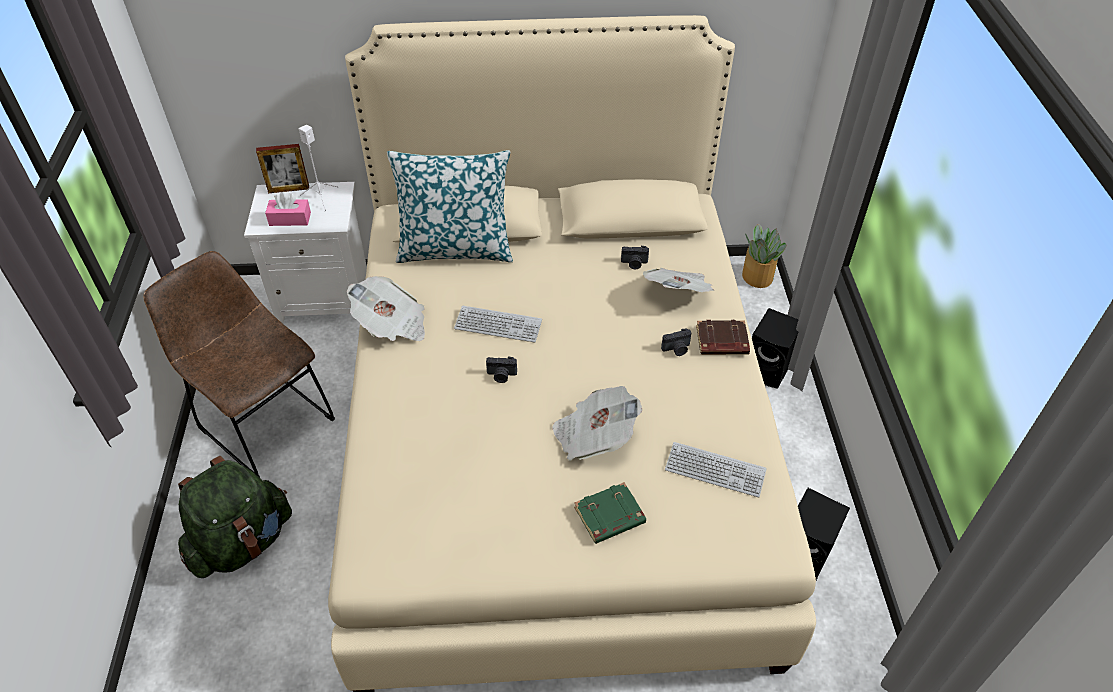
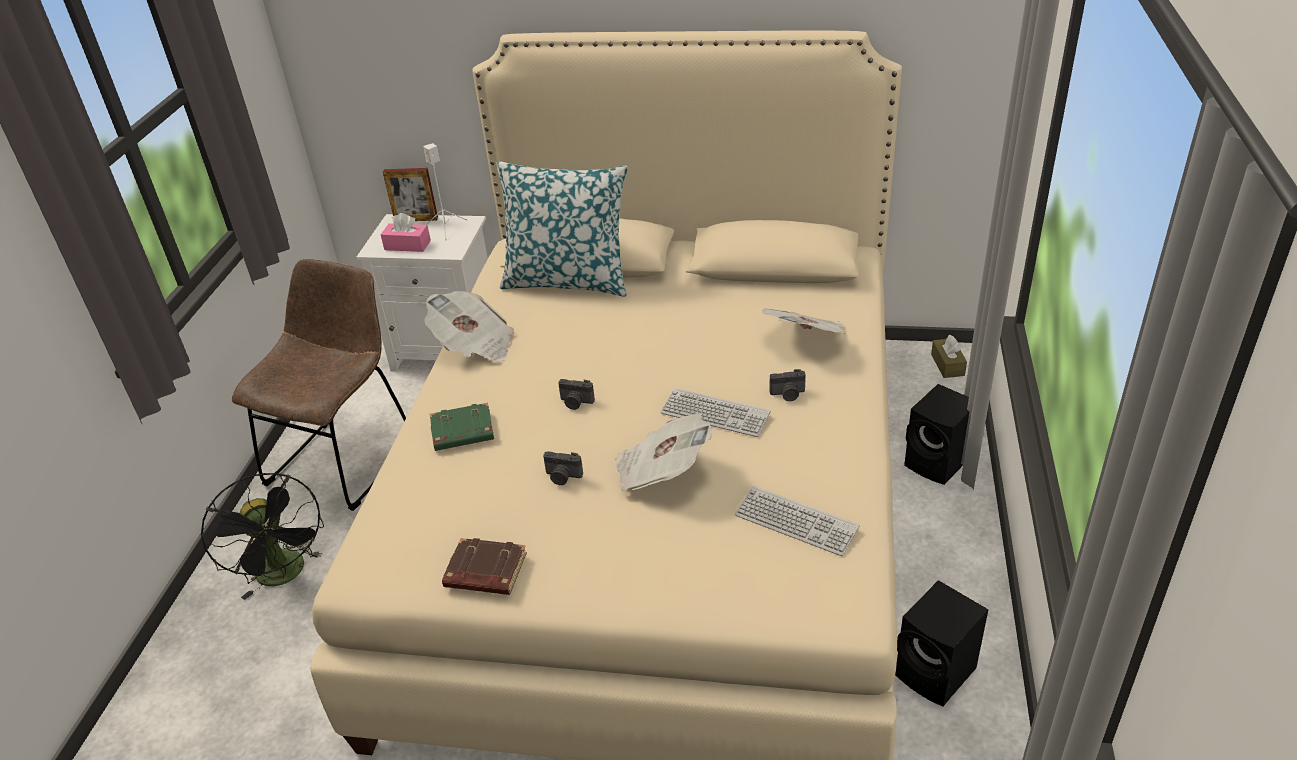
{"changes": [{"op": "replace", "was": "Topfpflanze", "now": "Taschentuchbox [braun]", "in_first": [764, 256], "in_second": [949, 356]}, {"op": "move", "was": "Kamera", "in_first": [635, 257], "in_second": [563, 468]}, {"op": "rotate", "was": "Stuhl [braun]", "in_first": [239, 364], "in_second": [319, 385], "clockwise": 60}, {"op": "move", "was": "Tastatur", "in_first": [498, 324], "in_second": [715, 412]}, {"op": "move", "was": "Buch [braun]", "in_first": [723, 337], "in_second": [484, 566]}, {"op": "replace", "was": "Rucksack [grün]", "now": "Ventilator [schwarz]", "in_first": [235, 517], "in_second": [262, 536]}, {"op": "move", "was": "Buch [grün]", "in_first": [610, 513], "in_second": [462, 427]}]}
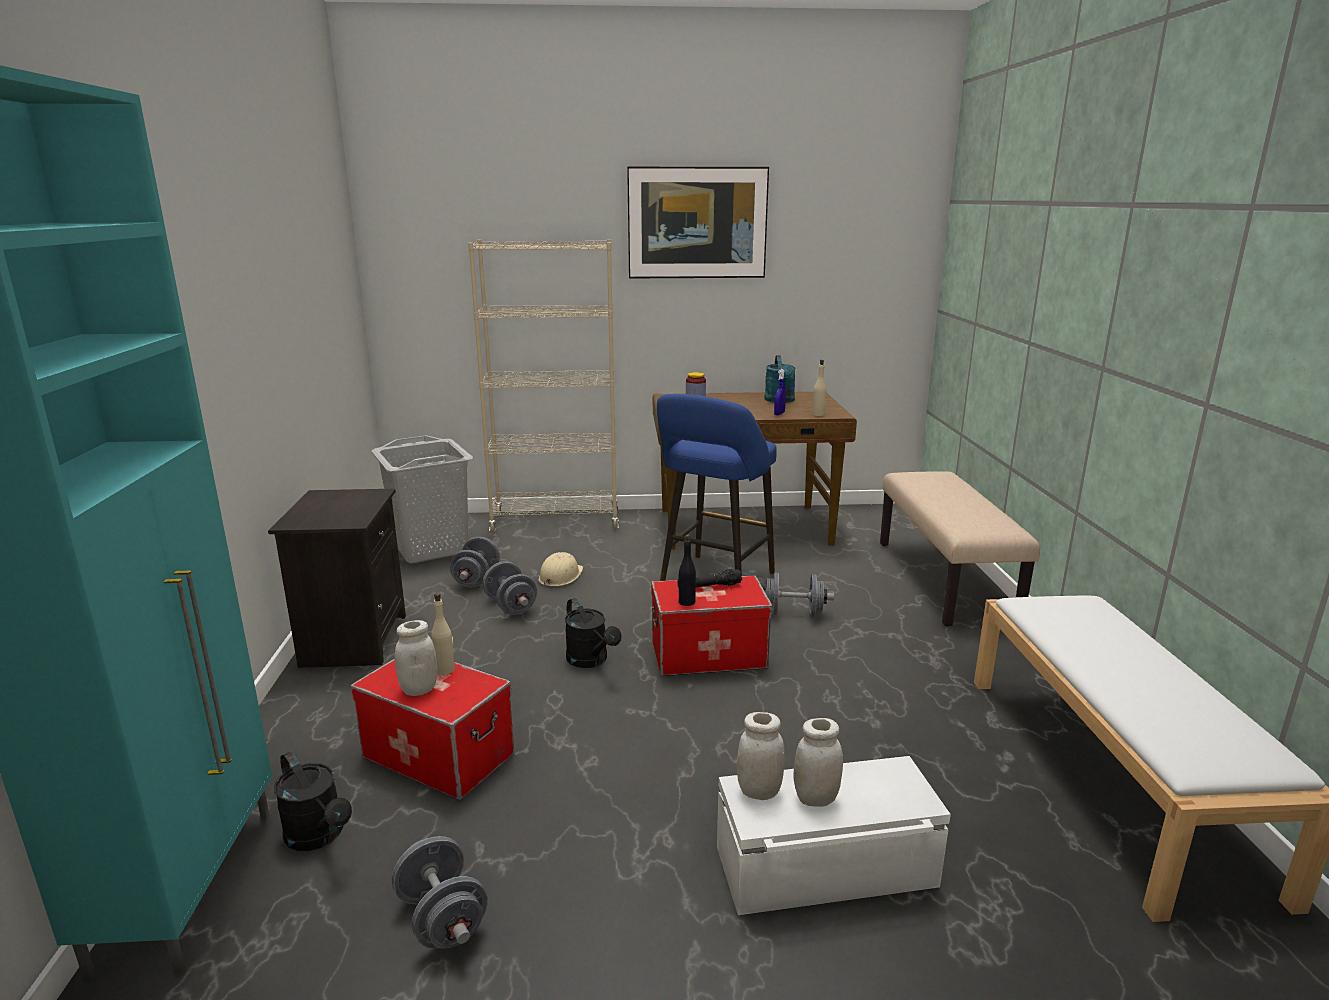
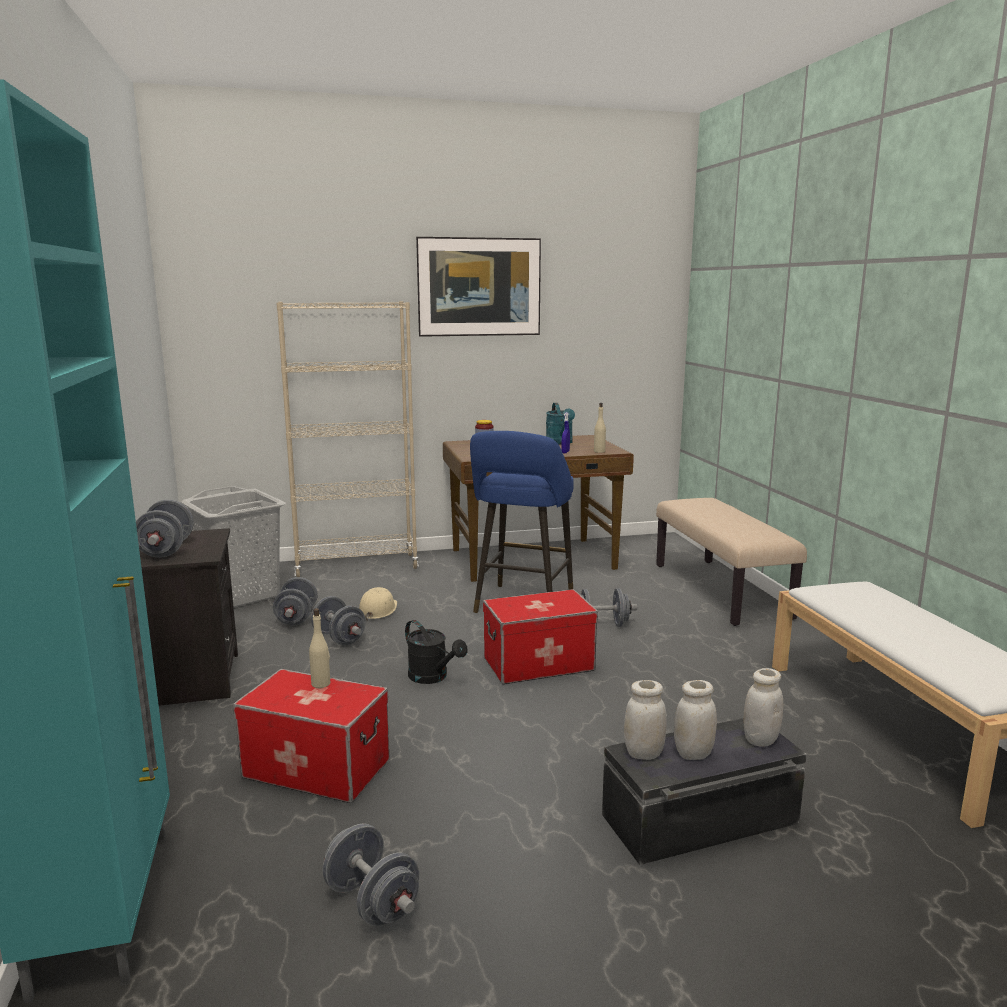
{"changes": [{"op": "delete", "was": "Flasche [schwarz]", "in_first": [687, 570]}, {"op": "delete", "was": "Taschenlampe [schwarz]", "in_first": [709, 579]}, {"op": "move", "was": "Vorratsglas [weiß]", "in_first": [416, 658], "in_second": [763, 707]}, {"op": "delete", "was": "Gießkanne [schwarz]", "in_first": [313, 801]}, {"op": "recolor", "was": "Aufbewahrungsbox [weiß]", "now": "Aufbewahrungsbox [schwarz]", "in_first": [834, 835], "in_second": [704, 791]}, {"op": "insert", "now": "Hantel [grau]", "in_second": [164, 529]}]}
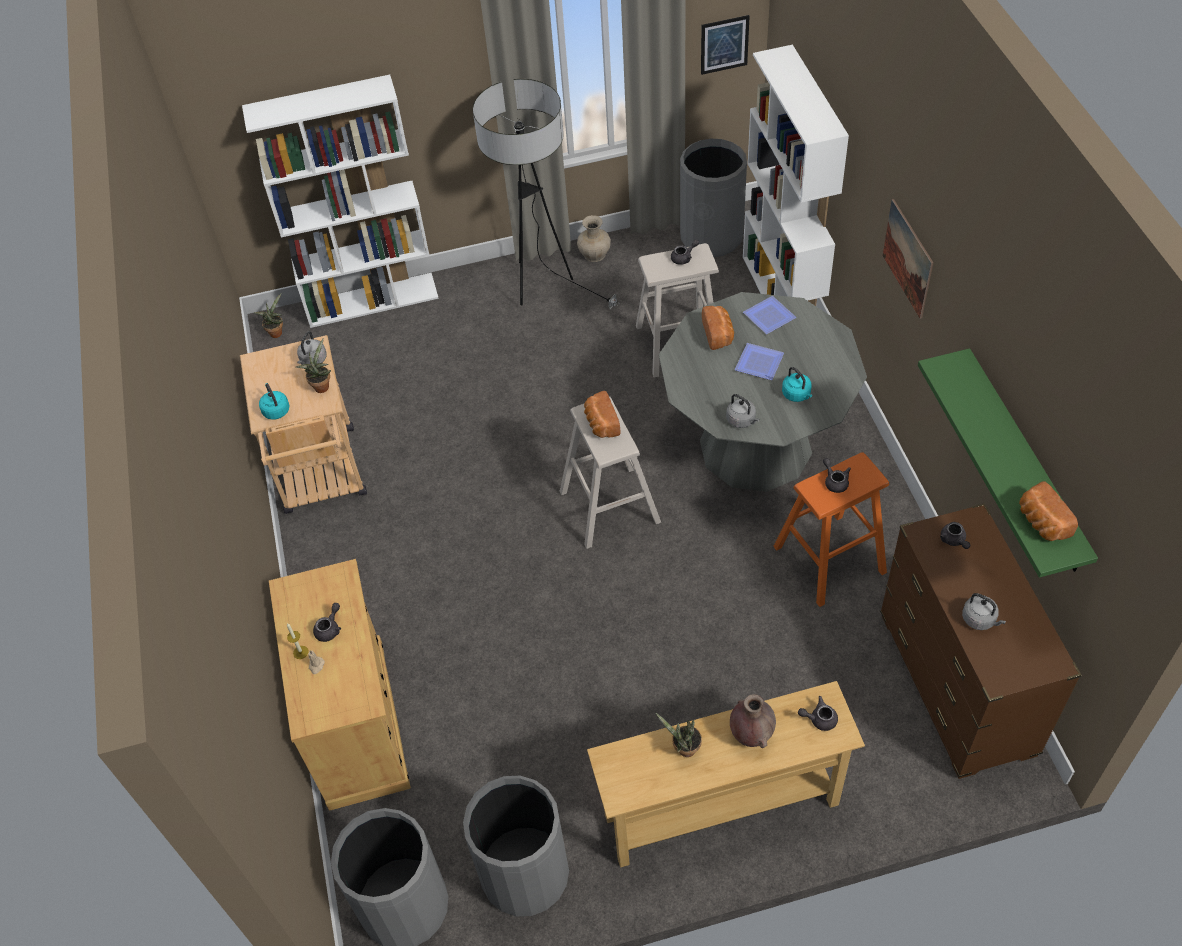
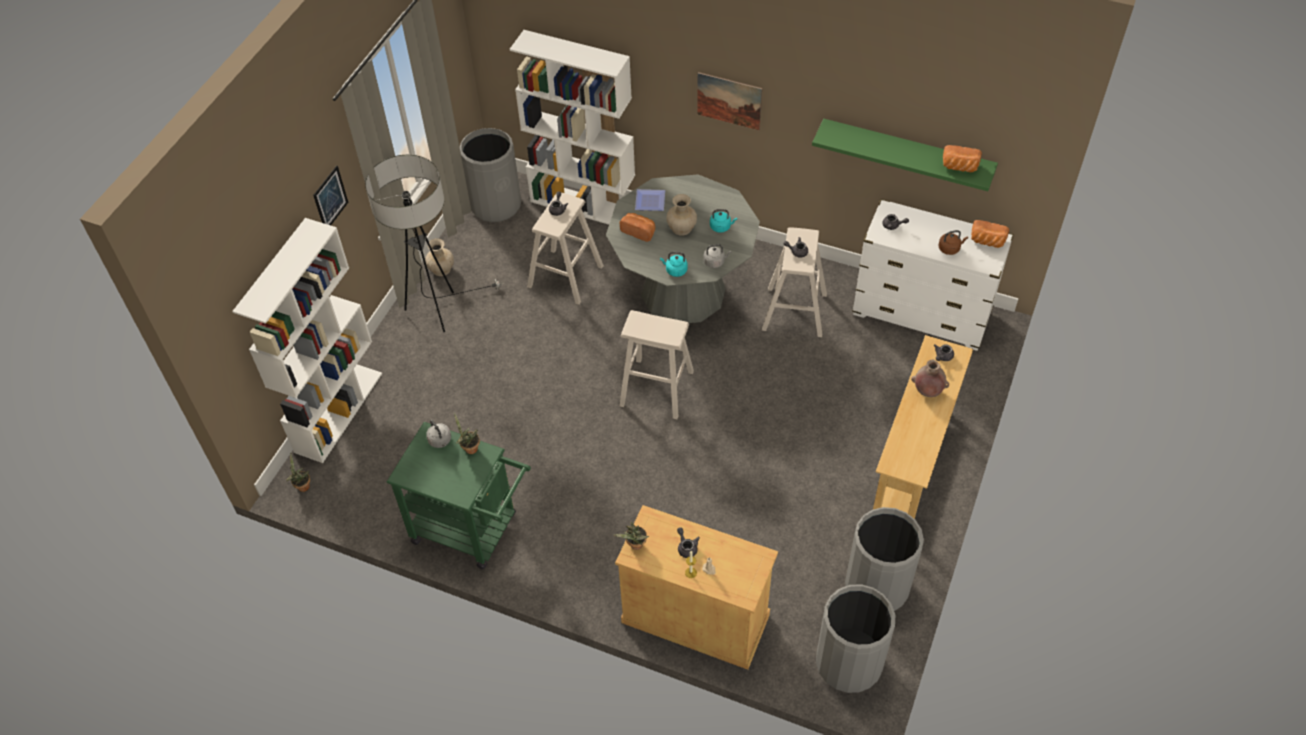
{"changes": [{"op": "move", "was": "Bild", "in_first": [725, 45], "in_second": [330, 195]}, {"op": "recolor", "was": "Rollwagen [beige]", "now": "Rollwagen [grün]", "in_first": [303, 424], "in_second": [459, 495]}, {"op": "replace", "was": "Teller", "now": "Vase [beige]", "in_first": [759, 361], "in_second": [681, 215]}, {"op": "move", "was": "Wasserkessel [türkis]", "in_first": [274, 401], "in_second": [673, 264]}, {"op": "move", "was": "Brot", "in_first": [602, 414], "in_second": [990, 234]}, {"op": "recolor", "was": "Hocker [orange]", "now": "Hocker [beige]", "in_first": [831, 529], "in_second": [794, 282]}, {"op": "recolor", "was": "Kommode [braun]", "now": "Kommode [weiß]", "in_first": [981, 641], "in_second": [933, 275]}, {"op": "recolor", "was": "Wasserkessel [grau]", "now": "Wasserkessel [braun]", "in_first": [984, 611], "in_second": [953, 242]}, {"op": "move", "was": "Topfpflanze", "in_first": [678, 735], "in_second": [631, 536]}]}
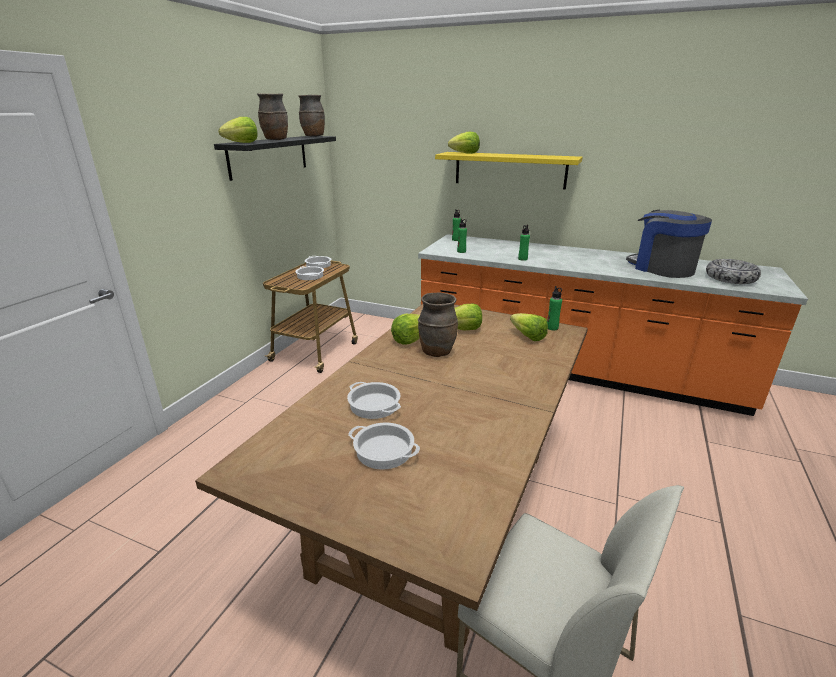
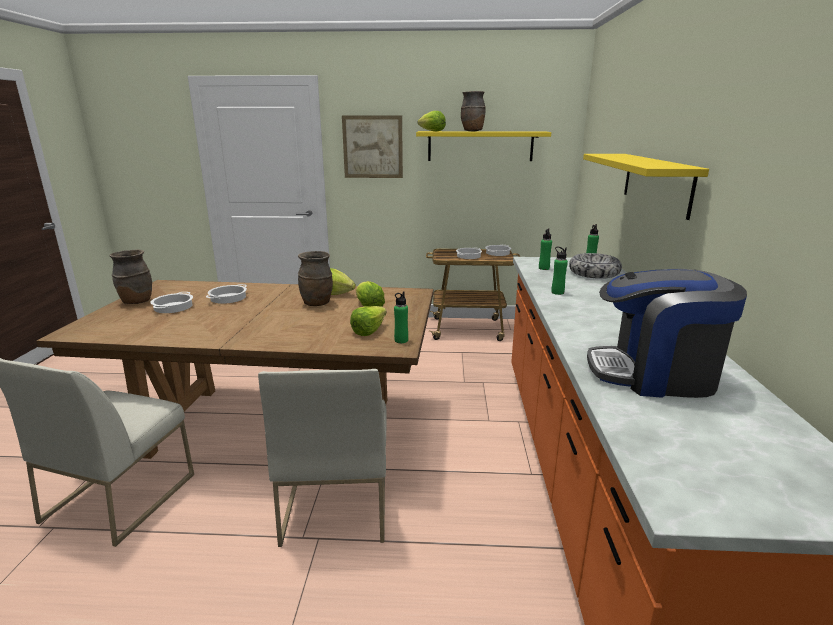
{"changes": [{"op": "move", "was": "Vase [braun]", "in_first": [311, 116], "in_second": [131, 277]}, {"op": "delete", "was": "Salatkopf", "in_first": [464, 143]}, {"op": "recolor", "was": "Wandregal [schwarz]", "now": "Wandregal [gelb]", "in_first": [275, 158], "in_second": [483, 146]}, {"op": "rotate", "was": "Kaffeemaschine", "in_first": [669, 244], "in_second": [667, 333], "clockwise": -120}, {"op": "move", "was": "Schüssel", "in_first": [733, 271], "in_second": [595, 266]}, {"op": "insert", "now": "Bild", "in_second": [372, 146]}, {"op": "insert", "now": "Stuhl [weiß]", "in_second": [322, 458]}]}
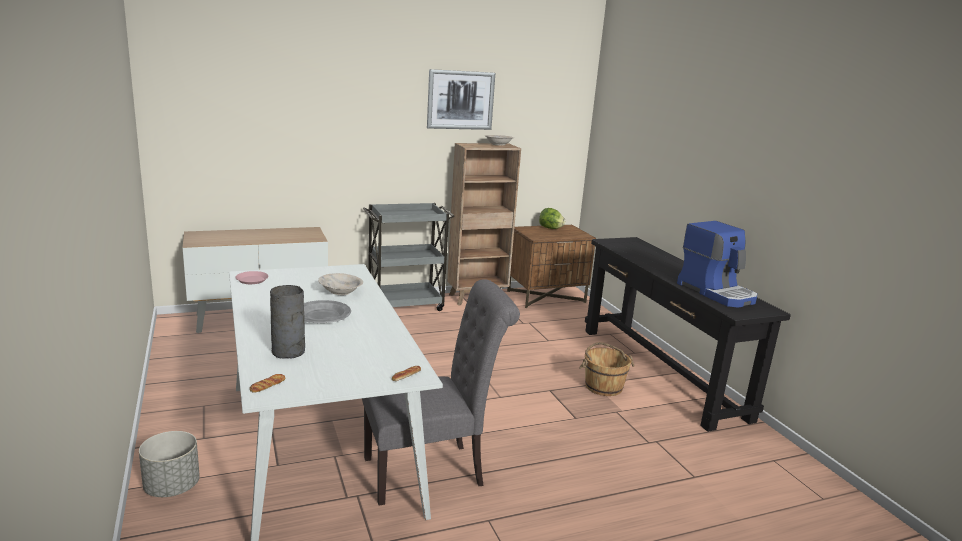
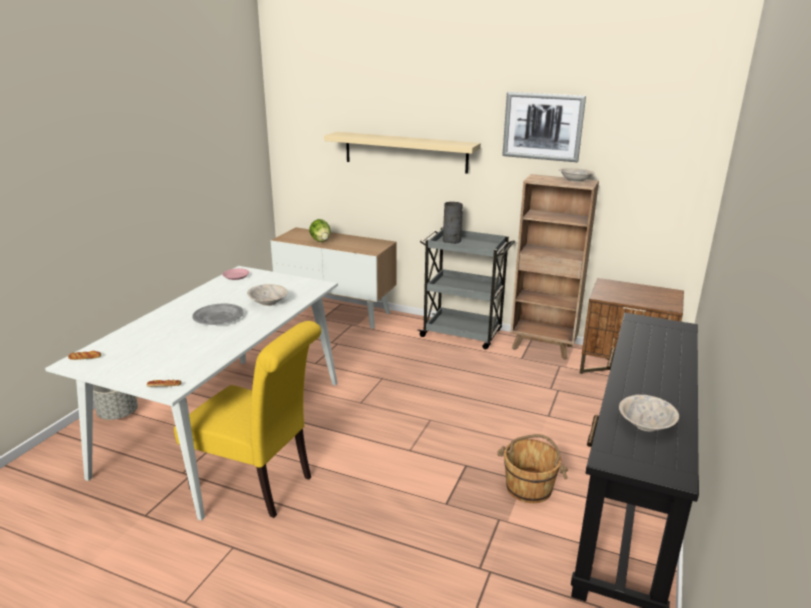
{"changes": [{"op": "move", "was": "Salatkopf", "in_first": [552, 218], "in_second": [320, 230]}, {"op": "replace", "was": "Kaffeemaschine", "now": "Schüssel [beige]", "in_first": [717, 264], "in_second": [649, 413]}, {"op": "recolor", "was": "Stuhl [grau]", "now": "Stuhl [gelb]", "in_first": [441, 392], "in_second": [247, 419]}, {"op": "move", "was": "Vase [grau]", "in_first": [287, 322], "in_second": [453, 223]}, {"op": "insert", "now": "Wandregal [beige]", "in_second": [402, 153]}]}
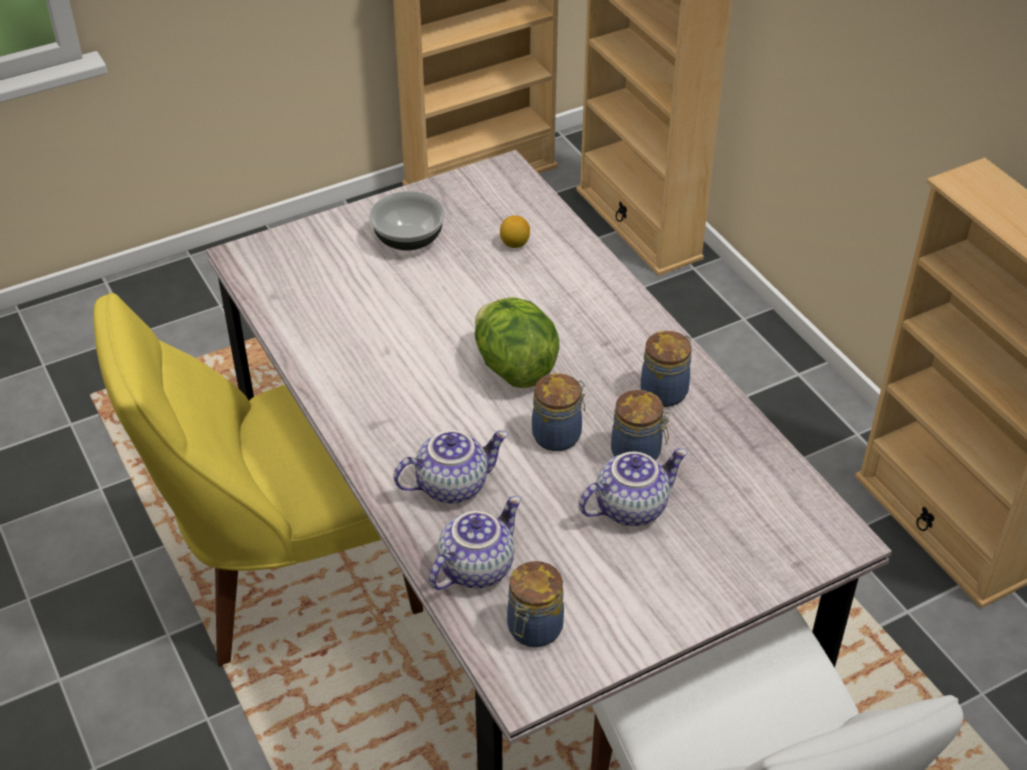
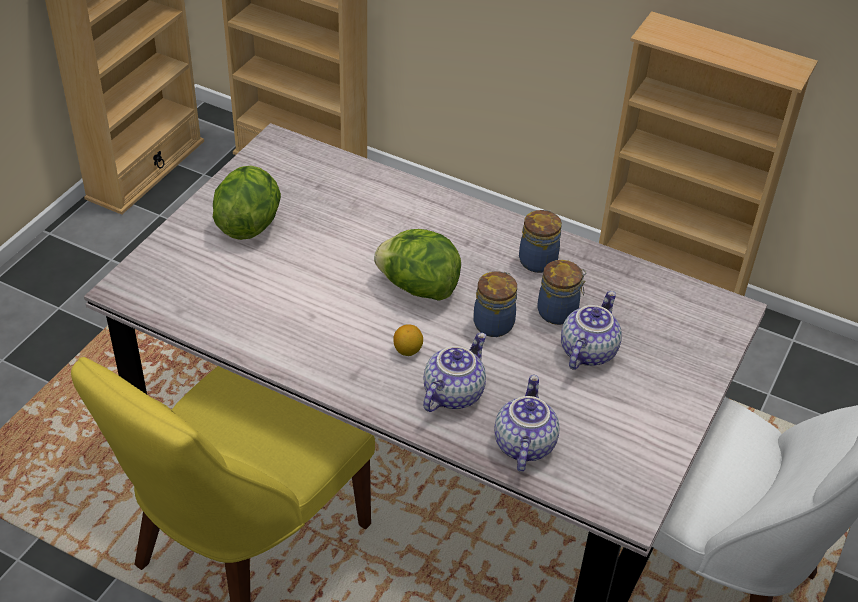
{"changes": [{"op": "replace", "was": "Schüssel", "now": "Salatkopf", "in_first": [407, 221], "in_second": [247, 203]}, {"op": "move", "was": "Zitrone", "in_first": [515, 232], "in_second": [408, 340]}, {"op": "delete", "was": "Vorratsglas", "in_first": [535, 604]}]}
